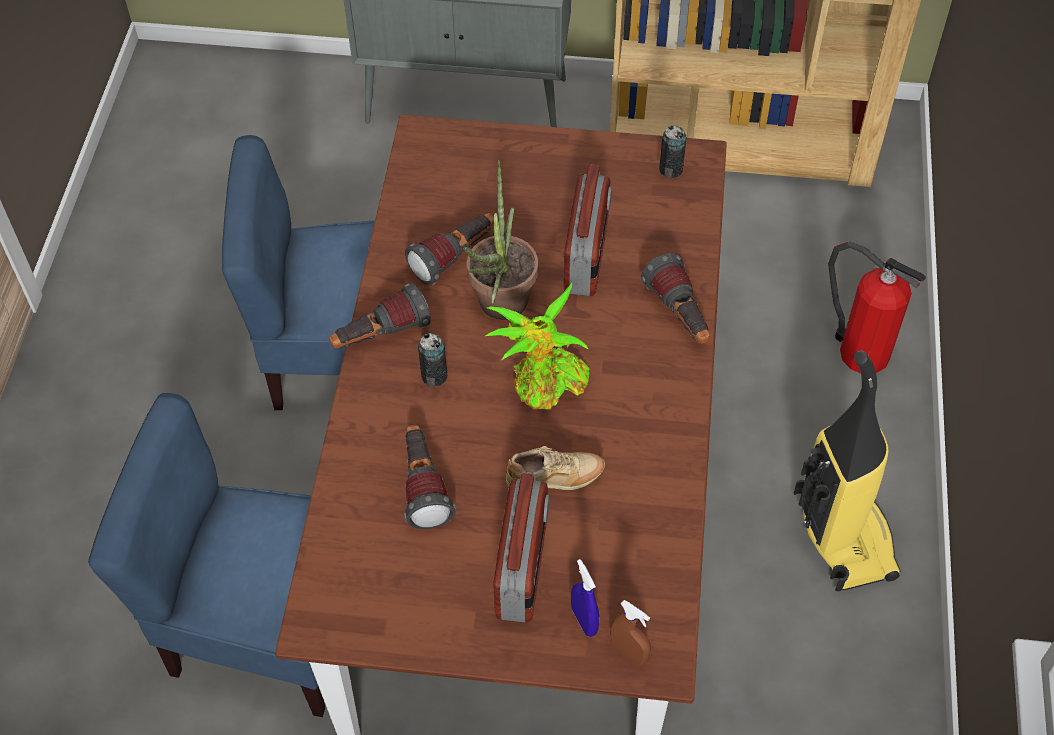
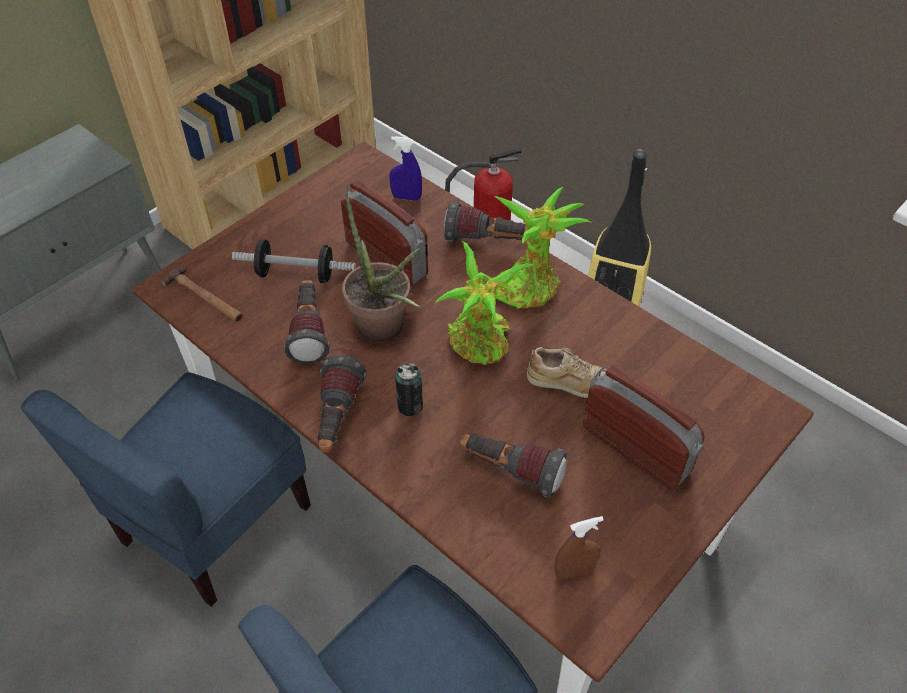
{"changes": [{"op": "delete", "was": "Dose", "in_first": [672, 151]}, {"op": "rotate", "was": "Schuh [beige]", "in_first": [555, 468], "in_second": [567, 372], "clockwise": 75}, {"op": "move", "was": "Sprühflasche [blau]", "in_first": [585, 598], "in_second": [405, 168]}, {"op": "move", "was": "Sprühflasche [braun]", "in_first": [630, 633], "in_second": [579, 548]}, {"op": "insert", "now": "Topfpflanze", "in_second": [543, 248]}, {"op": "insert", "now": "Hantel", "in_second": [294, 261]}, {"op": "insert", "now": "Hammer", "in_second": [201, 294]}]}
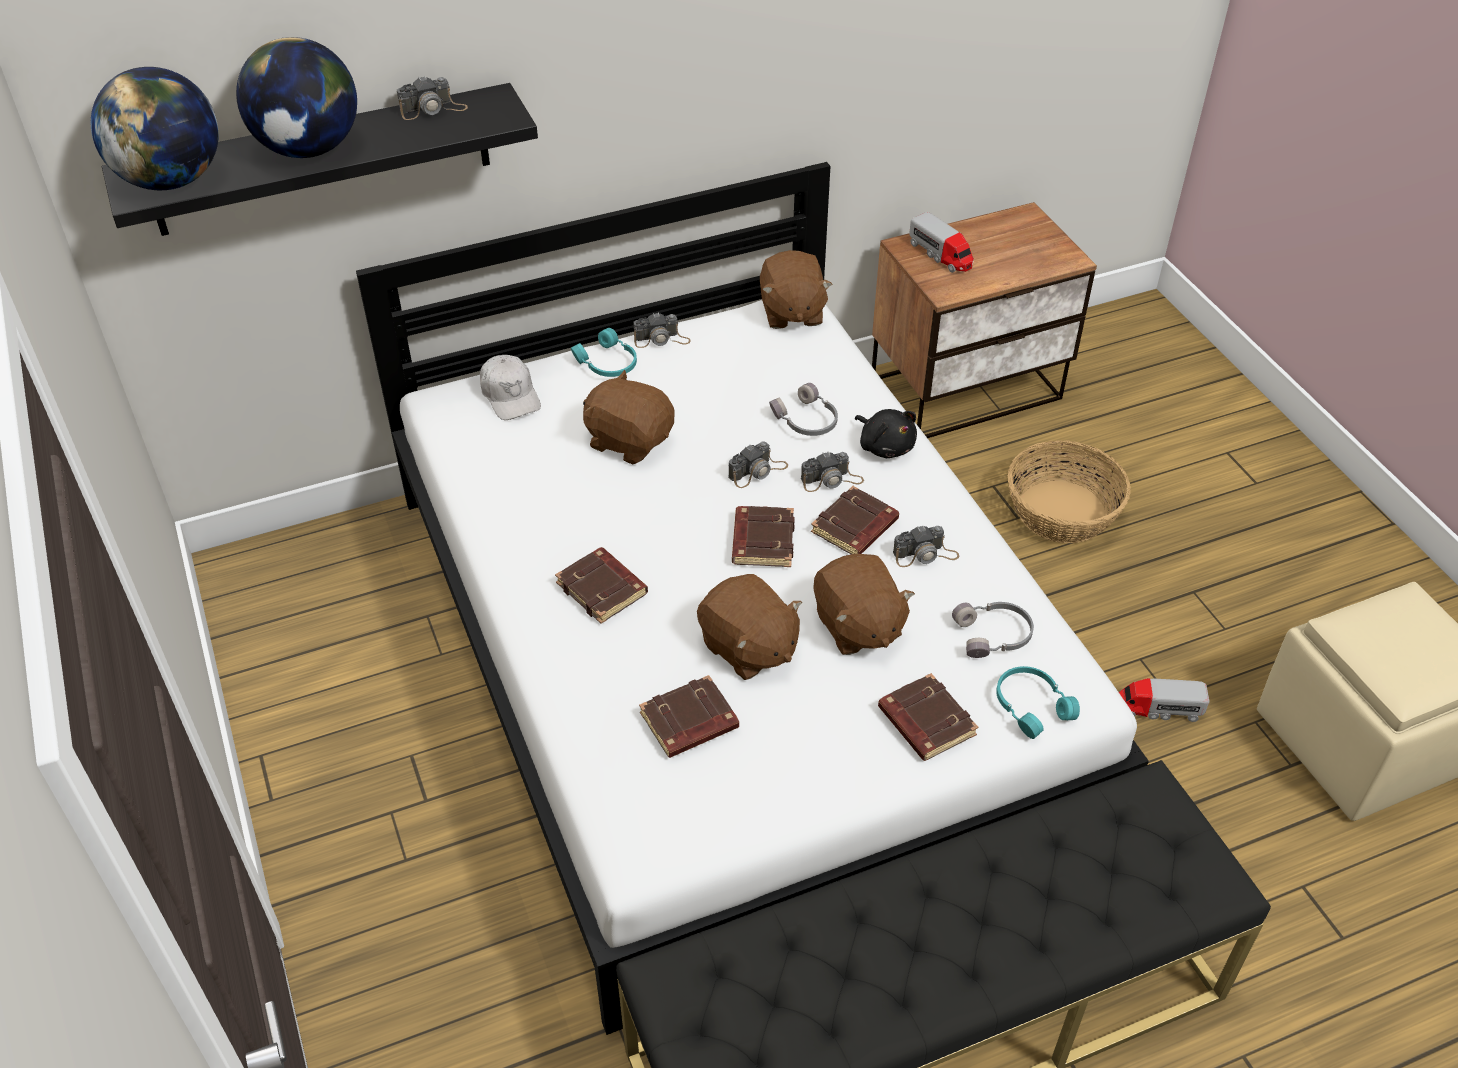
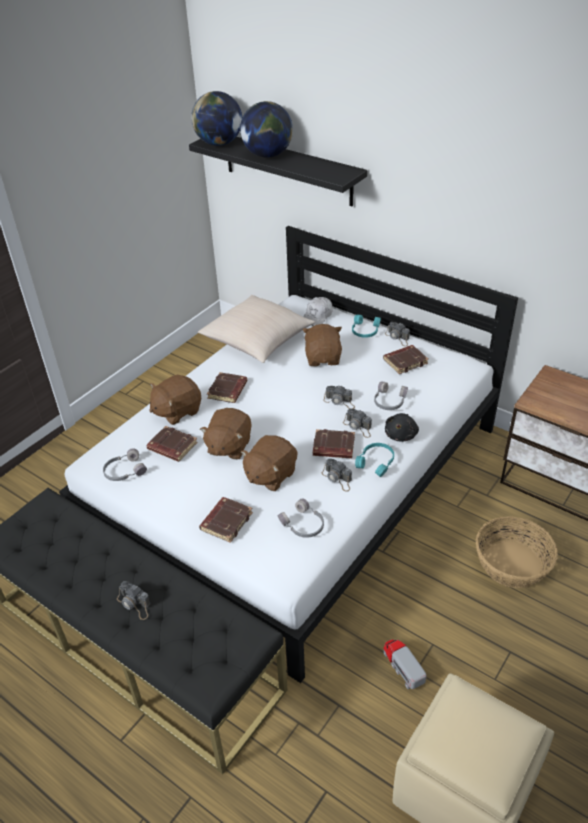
{"changes": [{"op": "move", "was": "Kamera", "in_first": [432, 98], "in_second": [134, 600]}, {"op": "delete", "was": "Spielzeuglaster", "in_first": [941, 242]}, {"op": "move", "was": "Plüschtier [braun]", "in_first": [796, 289], "in_second": [175, 400]}, {"op": "move", "was": "Buch [braun]", "in_first": [763, 536], "in_second": [405, 359]}, {"op": "move", "was": "Kopfhörer [türkis]", "in_first": [1038, 702], "in_second": [374, 460]}, {"op": "insert", "now": "Kissen [beige]", "in_second": [257, 329]}, {"op": "insert", "now": "Kopfhörer [grau]", "in_second": [125, 464]}]}
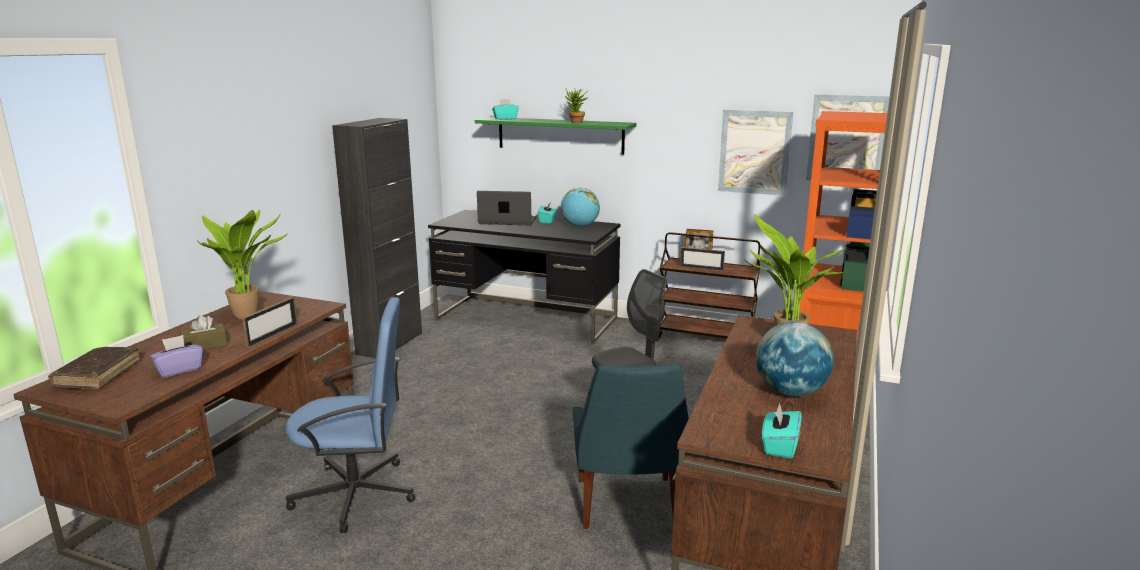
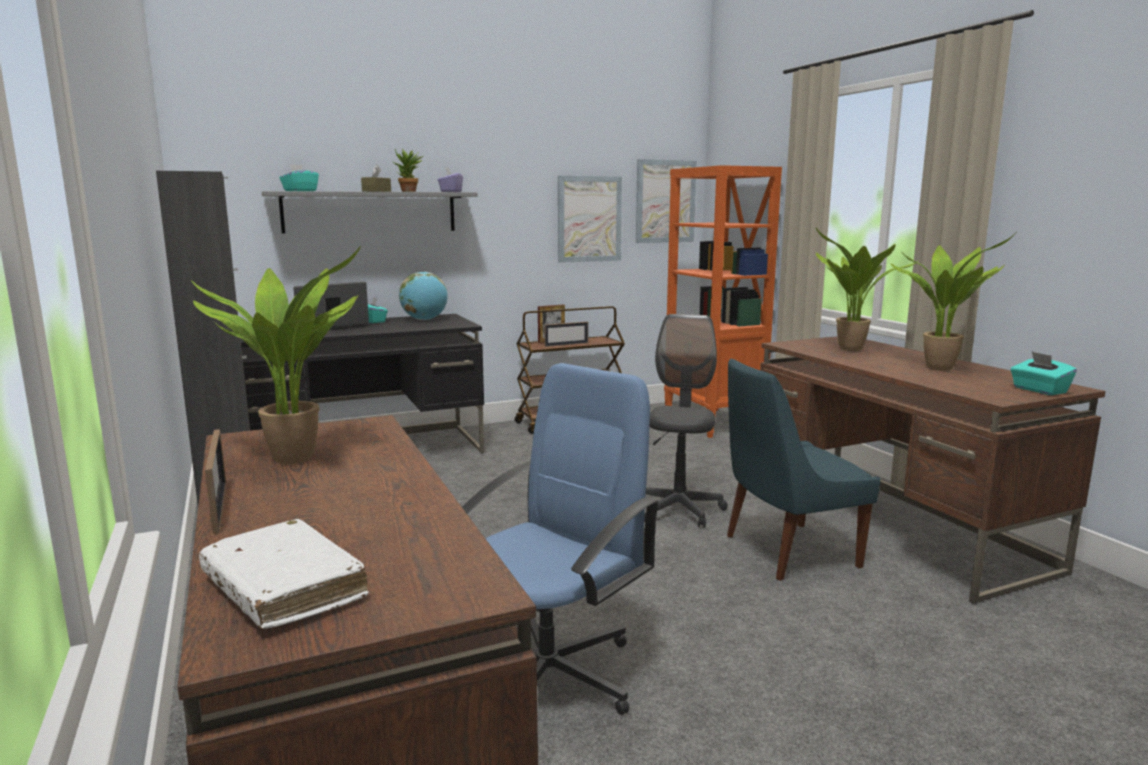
{"changes": [{"op": "recolor", "was": "Wandregal [grün]", "now": "Wandregal [grau]", "in_first": [555, 136], "in_second": [370, 212]}, {"op": "move", "was": "Bilderrahmen", "in_first": [270, 322], "in_second": [215, 481]}, {"op": "move", "was": "Taschentuchbox [braun]", "in_first": [204, 332], "in_second": [376, 178]}, {"op": "replace", "was": "Globus", "now": "Topfpflanze", "in_first": [795, 358], "in_second": [953, 302]}, {"op": "move", "was": "Taschentuchbox [lila]", "in_first": [176, 356], "in_second": [450, 180]}, {"op": "recolor", "was": "Buch [braun]", "now": "Buch [weiß]", "in_first": [94, 368], "in_second": [283, 574]}, {"op": "rotate", "was": "Stuhl [blau]", "in_first": [631, 446], "in_second": [804, 469], "clockwise": 120}]}
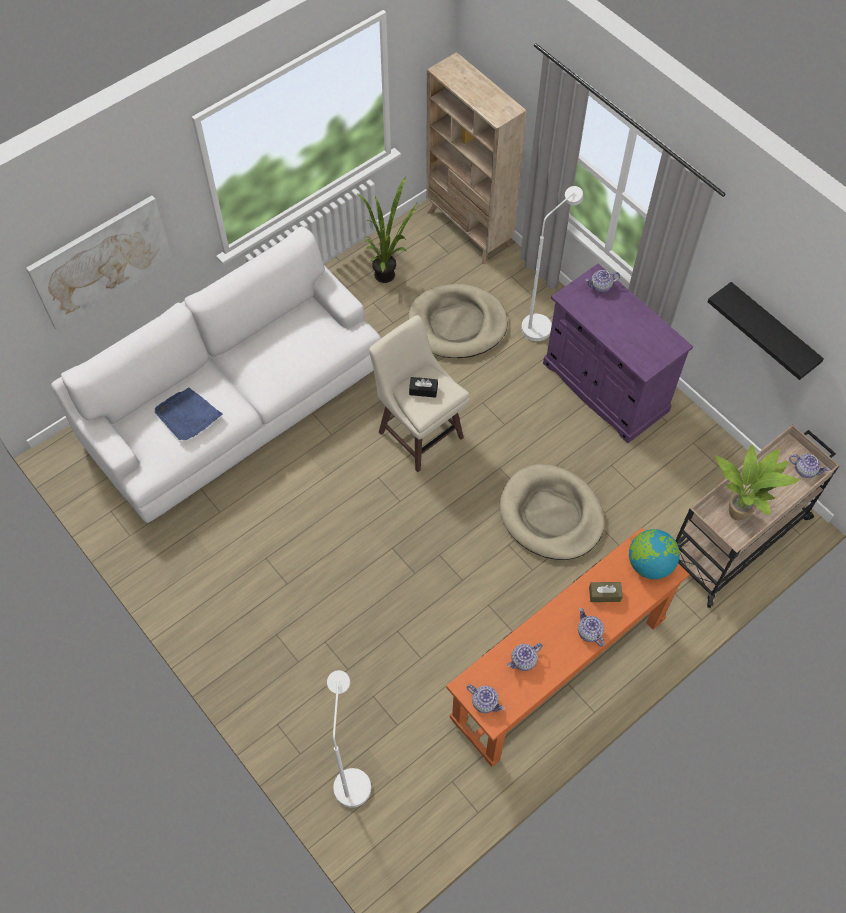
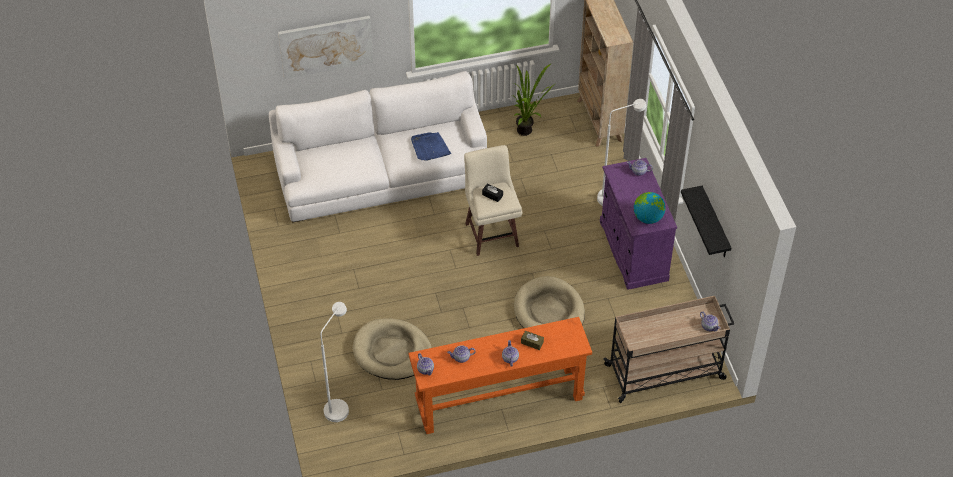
{"changes": [{"op": "move", "was": "Hundebett [beige]", "in_first": [458, 321], "in_second": [392, 349]}, {"op": "move", "was": "Tablett [blau]", "in_first": [189, 413], "in_second": [431, 146]}, {"op": "delete", "was": "Topfpflanze", "in_first": [757, 482]}, {"op": "move", "was": "Globus", "in_first": [654, 554], "in_second": [650, 208]}]}
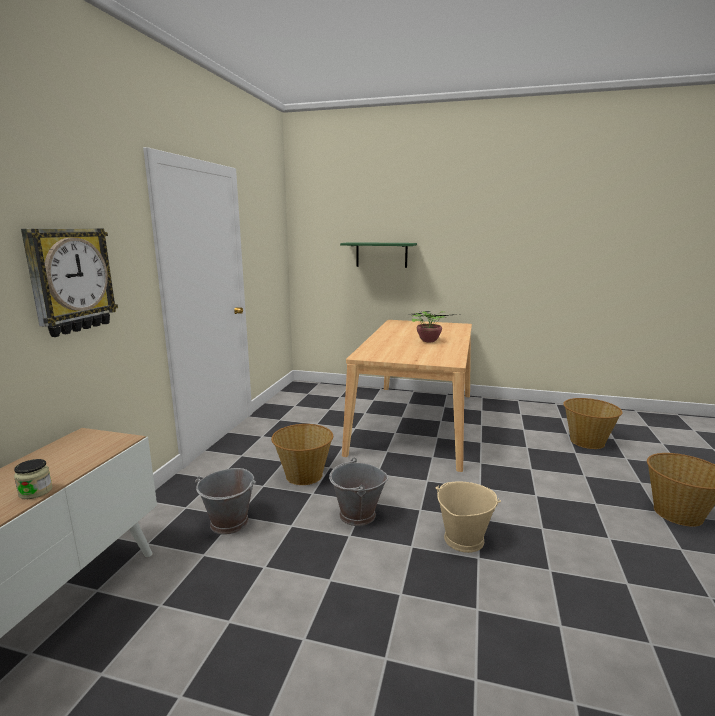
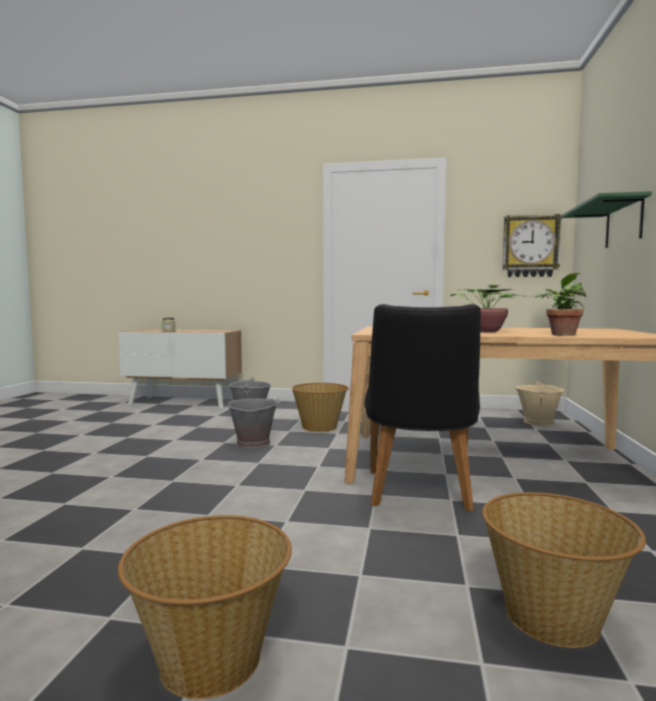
{"changes": [{"op": "move", "was": "Wanduhr", "in_first": [69, 282], "in_second": [532, 245]}, {"op": "move", "was": "Eimer [beige]", "in_first": [468, 517], "in_second": [539, 403]}, {"op": "insert", "now": "Topfpflanze", "in_second": [560, 304]}, {"op": "insert", "now": "Stuhl [schwarz]", "in_second": [423, 408]}]}
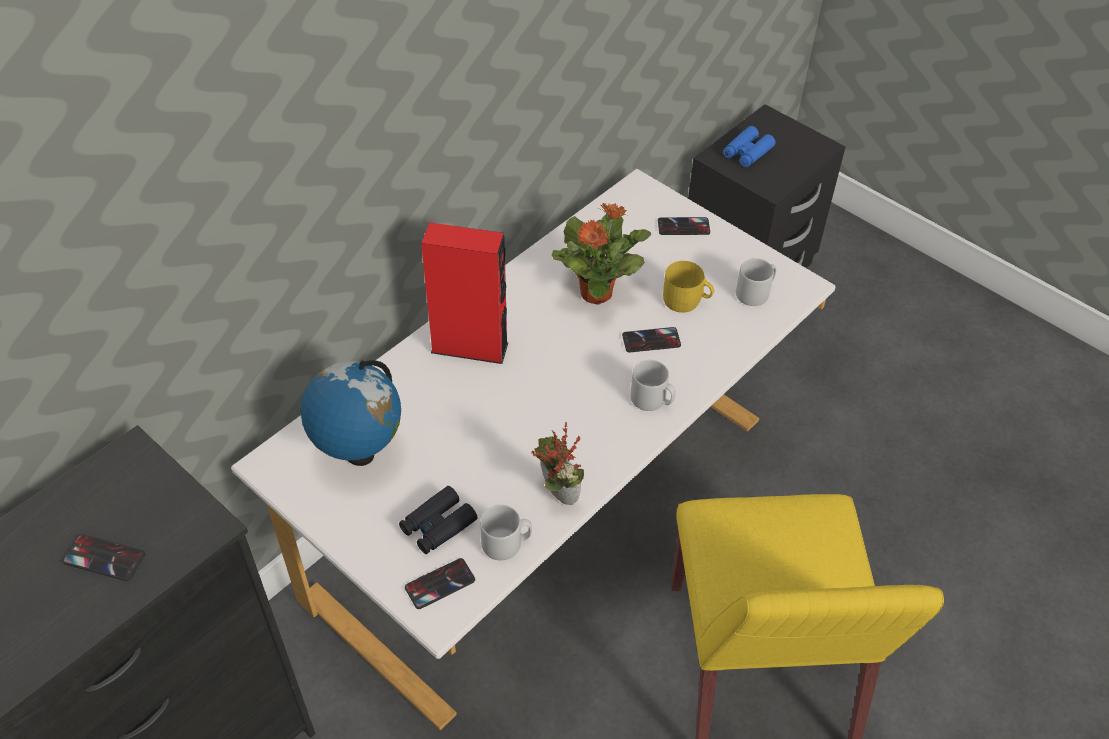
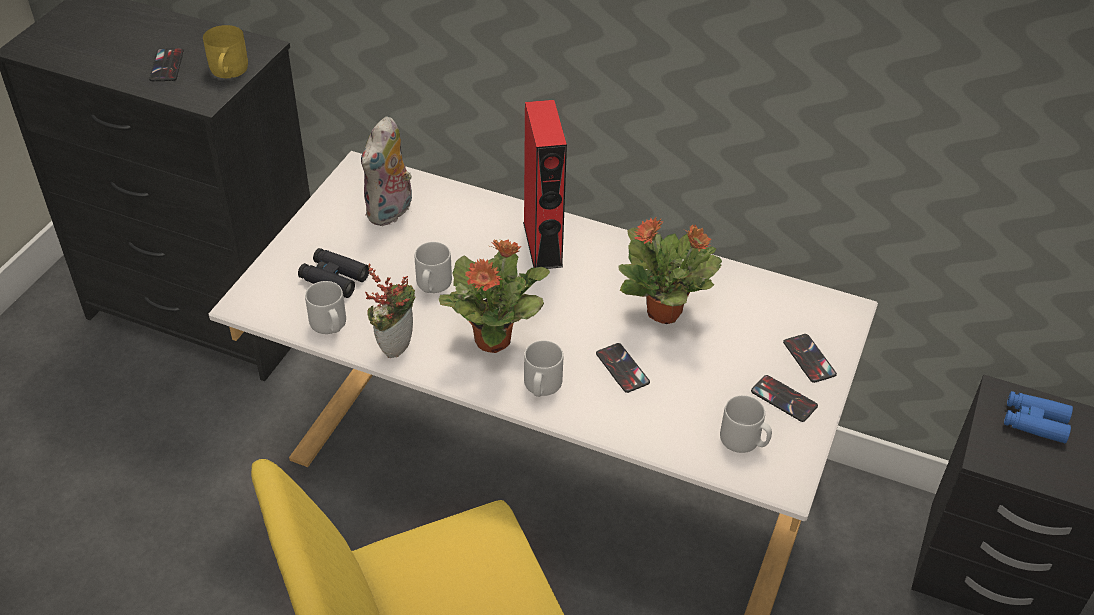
{"changes": [{"op": "move", "was": "Henkelbecher [gelb]", "in_first": [688, 287], "in_second": [225, 51]}, {"op": "replace", "was": "Globus", "now": "Plüschtier", "in_first": [351, 413], "in_second": [386, 171]}, {"op": "move", "was": "Handy", "in_first": [440, 583], "in_second": [784, 398]}, {"op": "insert", "now": "Topfpflanze", "in_second": [494, 296]}, {"op": "insert", "now": "Henkelbecher [grau]", "in_second": [433, 267]}]}
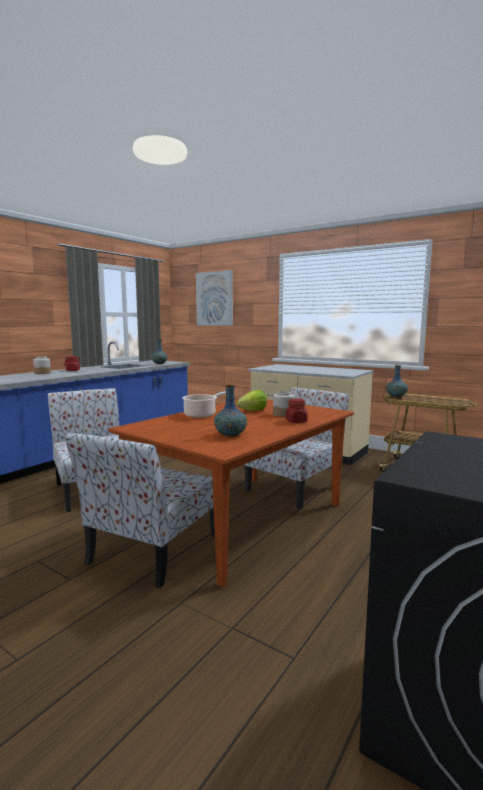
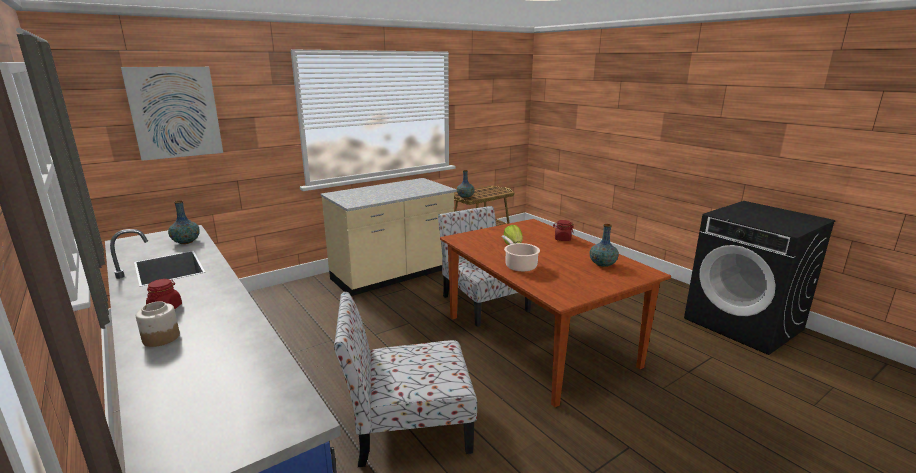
{"changes": [{"op": "delete", "was": "Vorratsglas", "in_first": [283, 404]}, {"op": "delete", "was": "Stuhl", "in_first": [140, 510]}]}
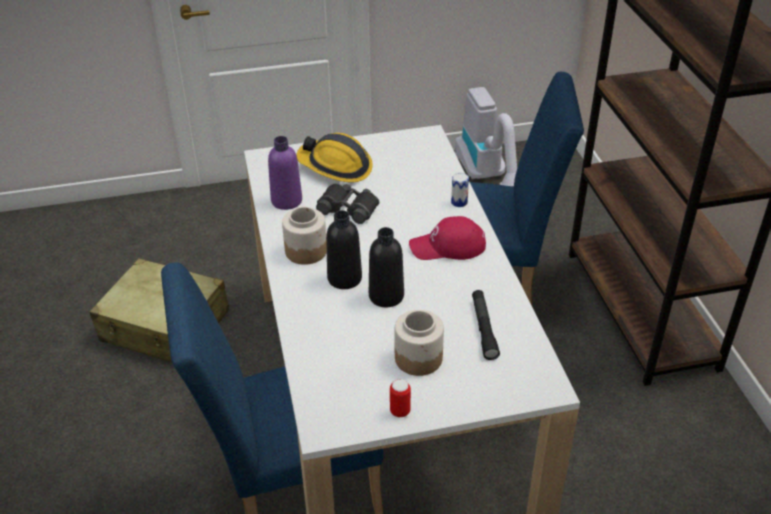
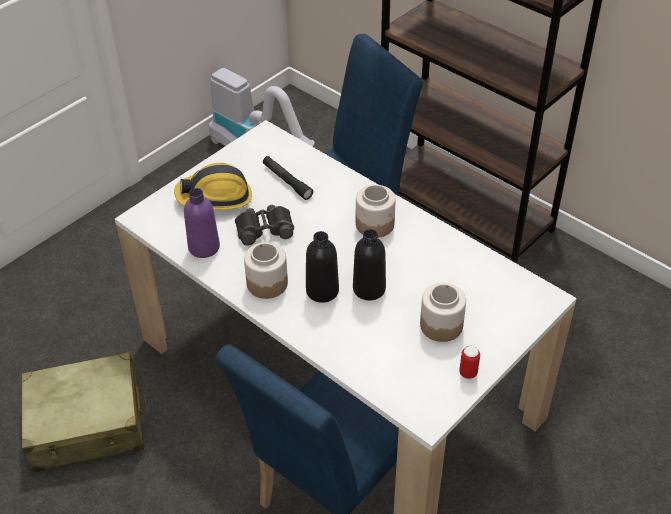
{"changes": [{"op": "delete", "was": "Dose", "in_first": [460, 190]}, {"op": "replace", "was": "Kappe [rot]", "now": "Vorratsglas", "in_first": [447, 238], "in_second": [376, 211]}, {"op": "move", "was": "Taschenlampe [schwarz]", "in_first": [486, 325], "in_second": [288, 178]}]}
